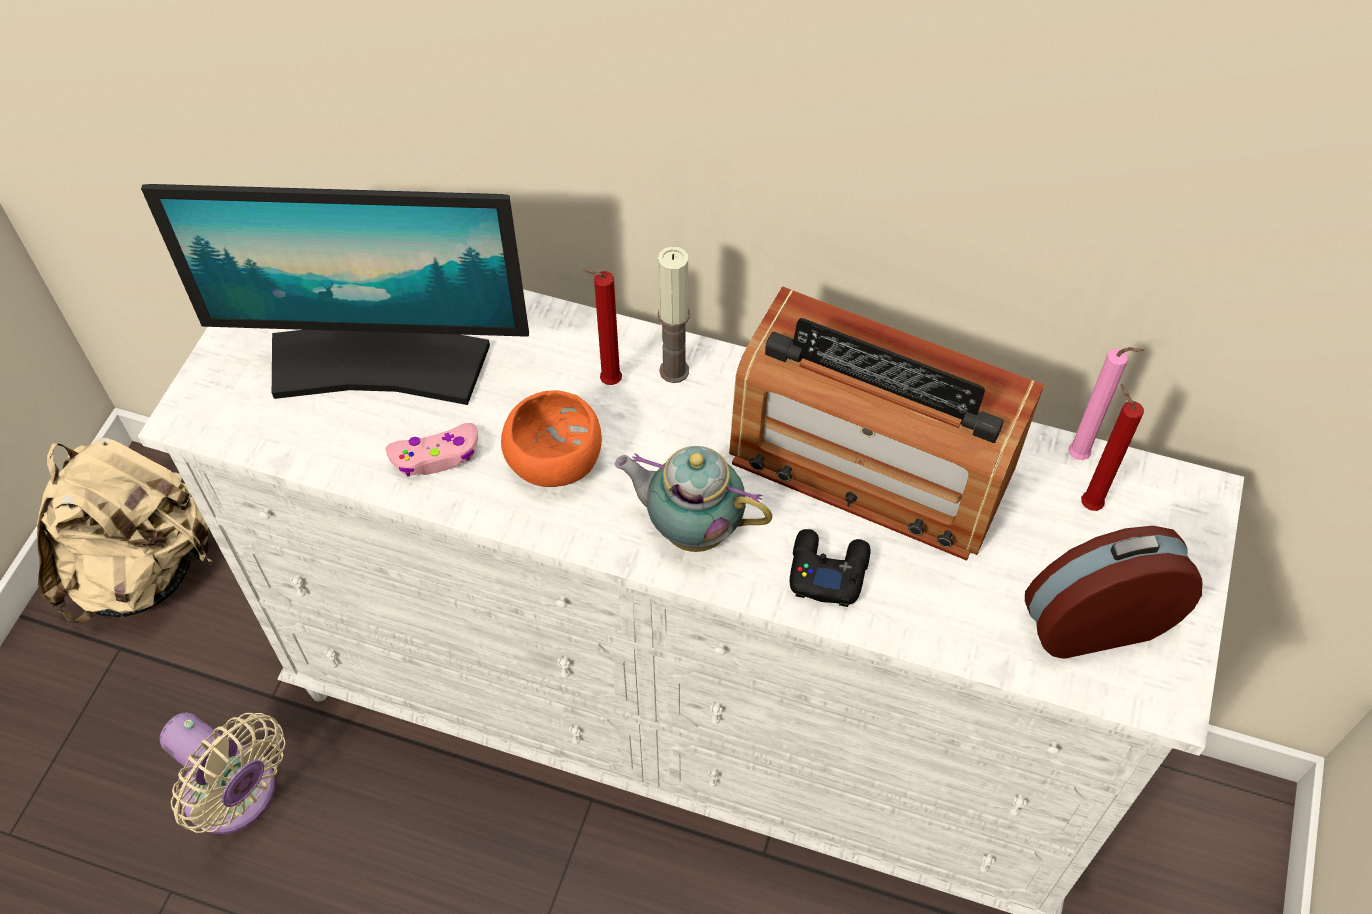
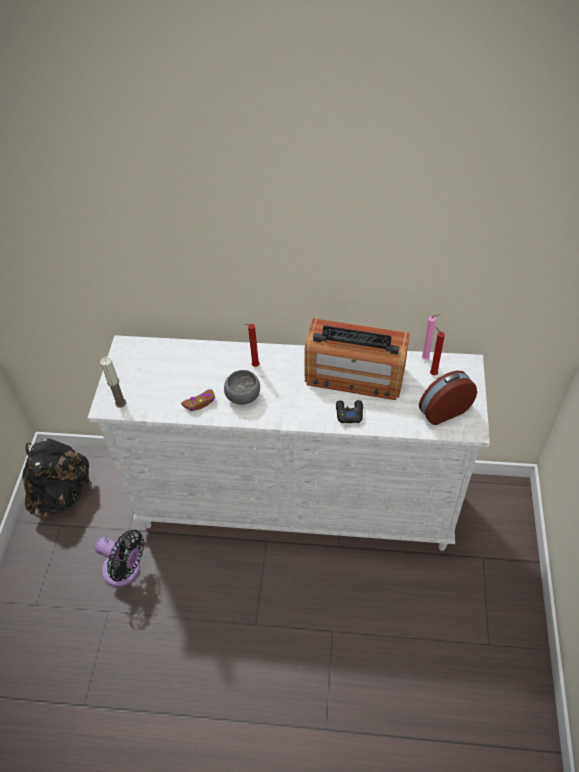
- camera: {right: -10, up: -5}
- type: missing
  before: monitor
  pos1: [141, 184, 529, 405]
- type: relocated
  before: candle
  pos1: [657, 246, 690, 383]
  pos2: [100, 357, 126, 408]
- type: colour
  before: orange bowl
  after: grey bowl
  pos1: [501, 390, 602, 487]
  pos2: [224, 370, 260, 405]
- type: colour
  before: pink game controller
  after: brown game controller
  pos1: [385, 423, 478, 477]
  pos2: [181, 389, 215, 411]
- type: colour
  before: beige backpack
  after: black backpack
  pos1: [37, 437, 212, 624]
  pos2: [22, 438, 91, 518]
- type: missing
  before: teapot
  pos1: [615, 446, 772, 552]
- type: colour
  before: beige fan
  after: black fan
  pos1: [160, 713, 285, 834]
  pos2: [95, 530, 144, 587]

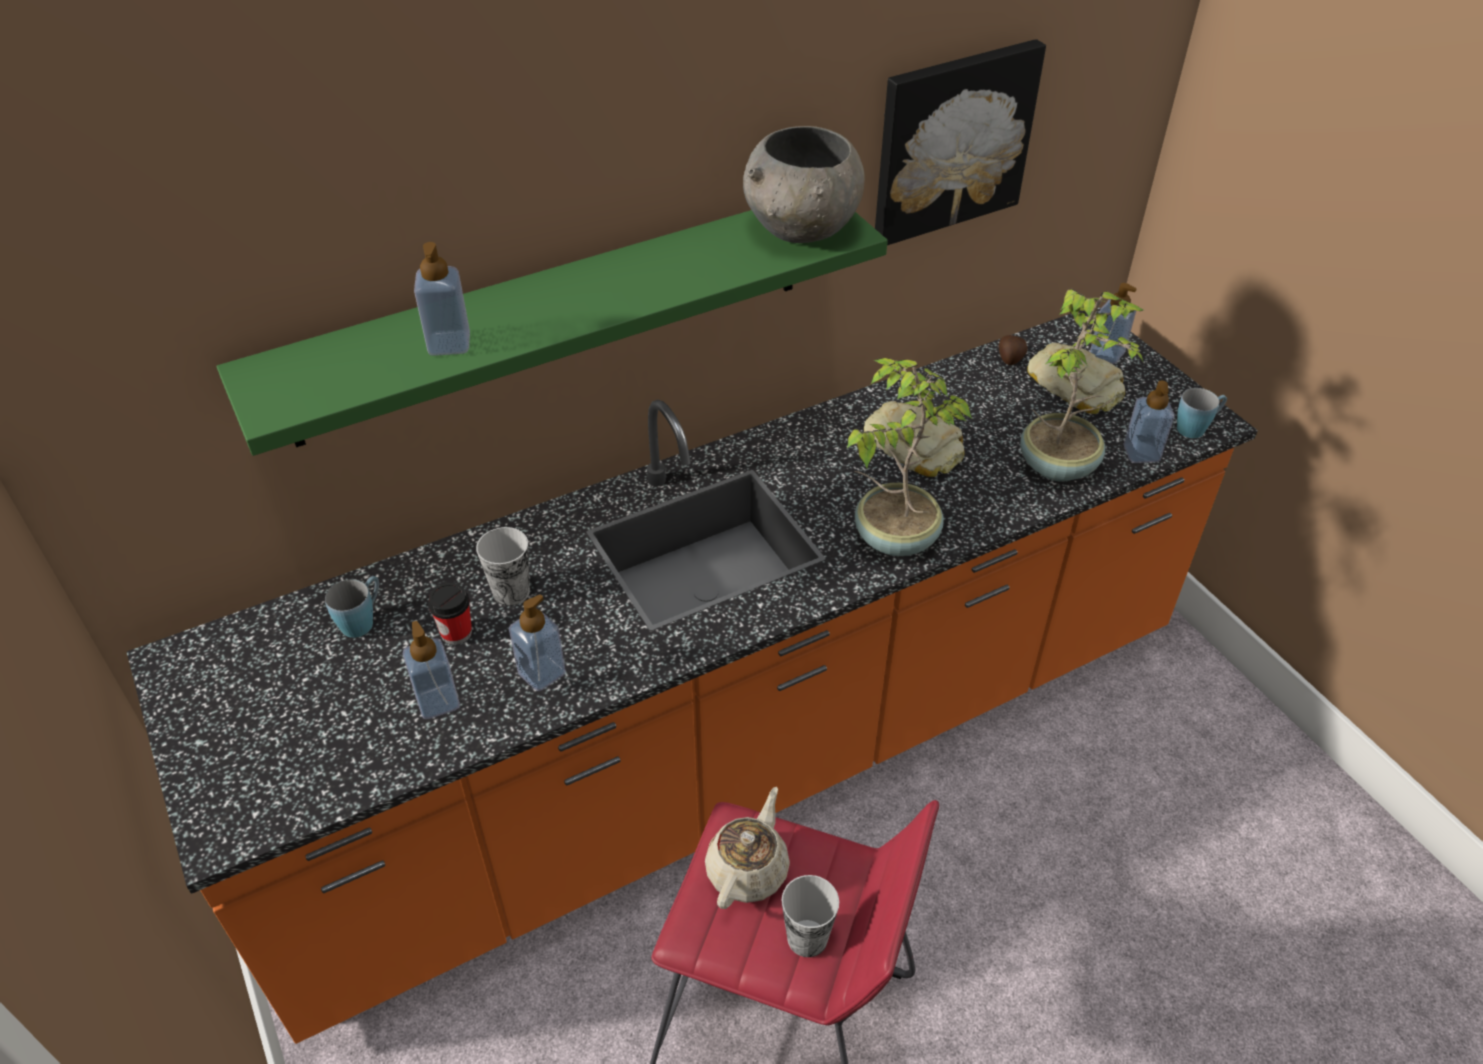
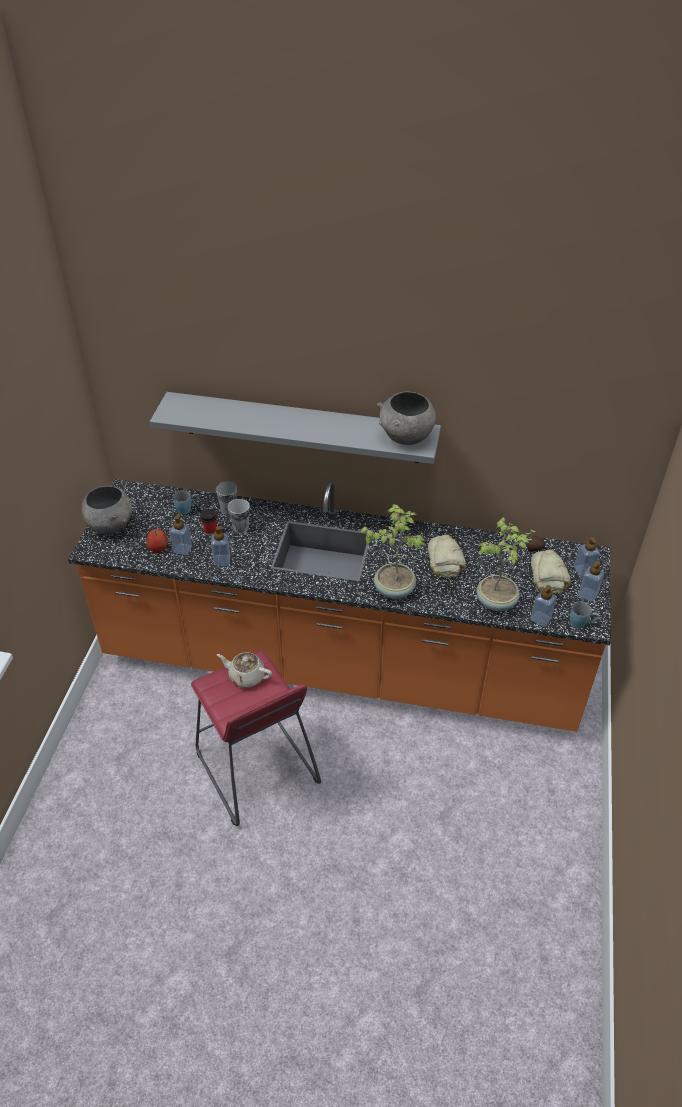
- camera: {right: 40, up: 0}
- type: missing
  before: picture
  pos1: [875, 39, 1046, 245]
- type: colour
  before: green shelf
  after: grey shelf
  pos1: [217, 210, 888, 456]
  pos2: [150, 392, 441, 464]
- type: relocated
  before: soap dispenser
  pos1: [414, 242, 470, 356]
  pos2: [578, 561, 604, 602]
- type: spun
  before: beige teapot
  pos1: [705, 787, 790, 909]
  pos2: [217, 652, 272, 688]
  turn: -135
- type: relocated
  before: cup
  pos1: [782, 875, 839, 957]
  pos2: [216, 481, 237, 515]
- type: appeared
  after: grey bowl
  pos2: [82, 486, 132, 535]
- type: appeared
  after: apple
  pos2: [147, 529, 168, 553]

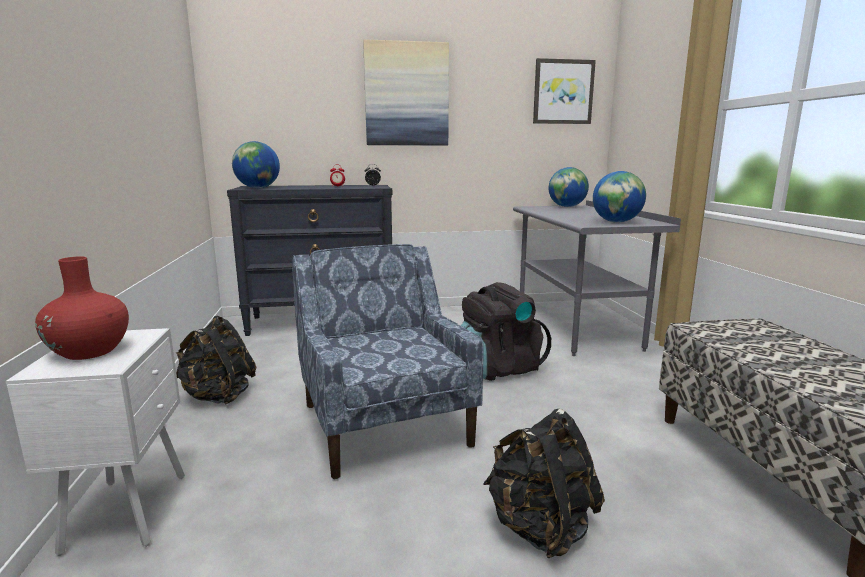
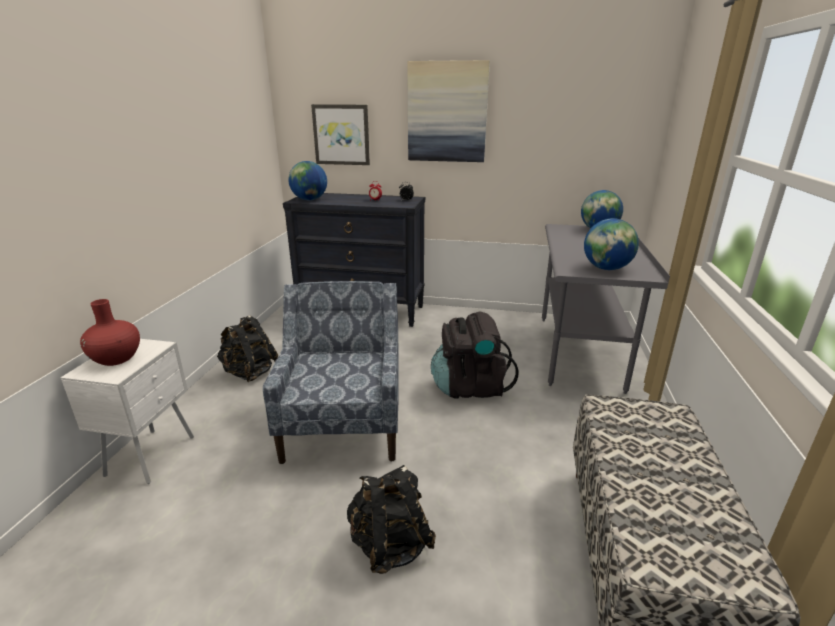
- camera: {right: 20, up: 10}
- type: relocated
  before: picture
  pos1: [533, 58, 596, 124]
  pos2: [311, 104, 370, 165]

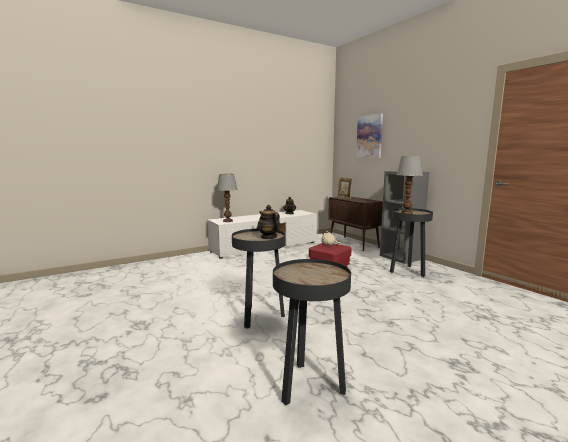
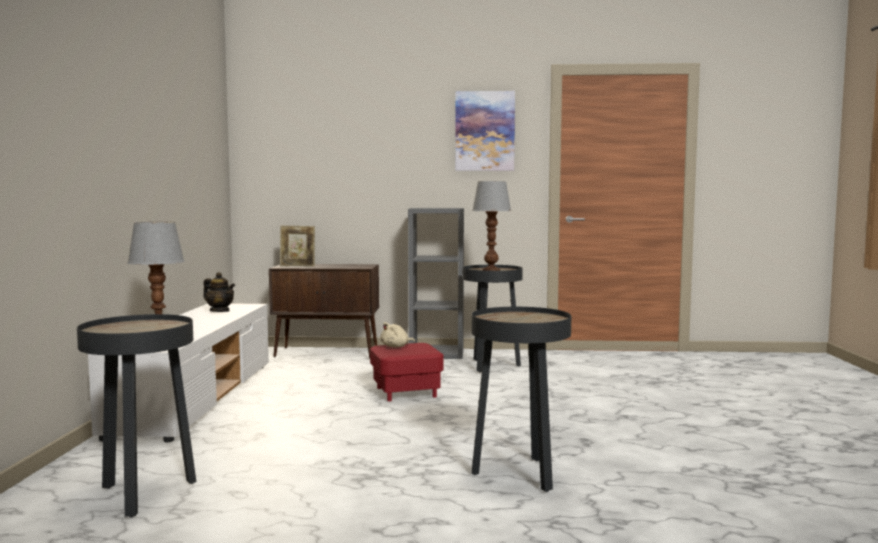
- camera: {right: -55, up: -5}
- type: relocated
  before: picture
  pos1: [356, 113, 383, 158]
  pos2: [455, 91, 515, 171]
- type: missing
  before: teapot
  pos1: [257, 205, 280, 239]
- type: relocated
  before: black side table
  pos1: [273, 259, 351, 406]
  pos2: [77, 314, 196, 517]

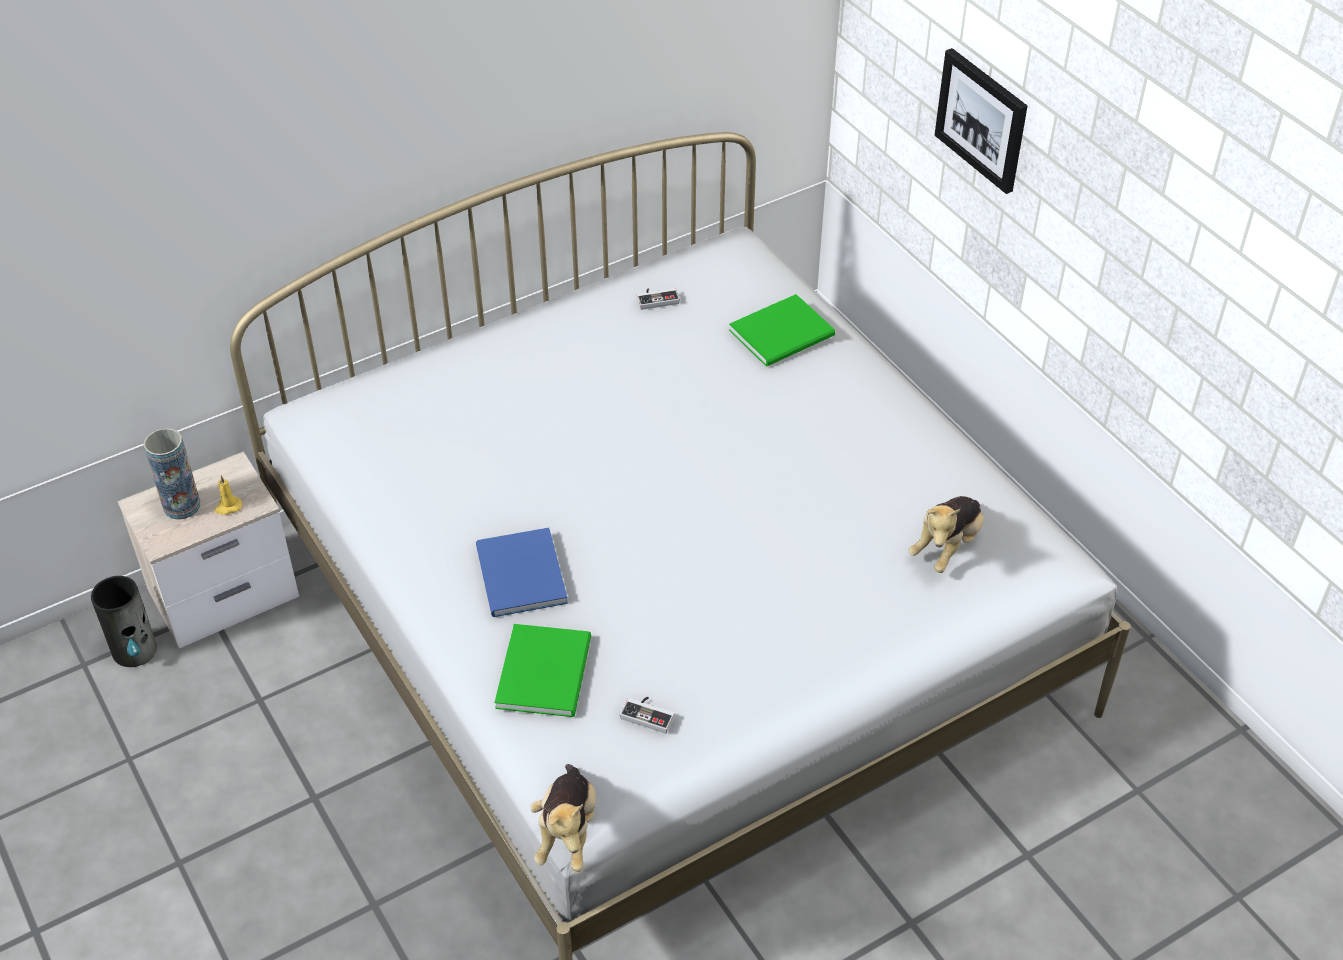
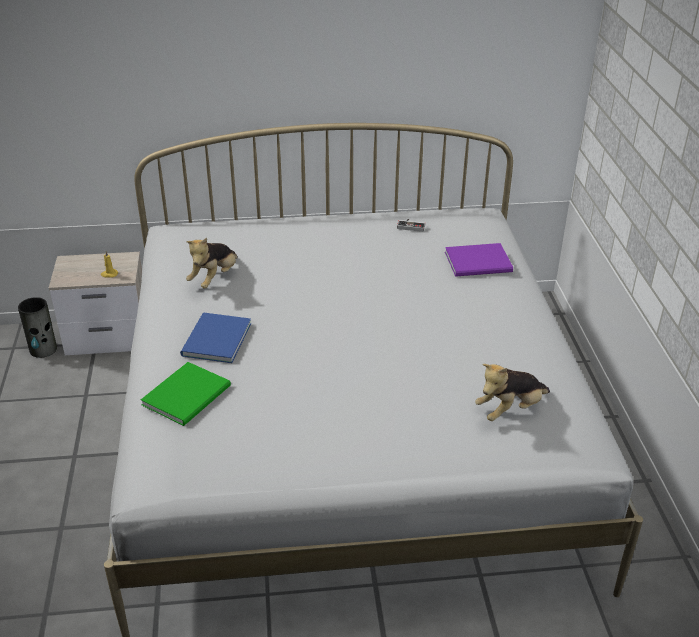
- camera: {right: 25, up: -10}
- type: missing
  before: picture
  pos1: [935, 48, 1027, 194]
- type: colour
  before: green book
  after: purple book
  pos1: [729, 294, 835, 367]
  pos2: [445, 243, 513, 277]
- type: missing
  before: vase
  pos1: [144, 428, 200, 520]
- type: missing
  before: game controller
  pos1: [620, 696, 674, 733]
- type: relocated
  before: plush toy
  pos1: [530, 764, 596, 872]
  pos2: [186, 238, 238, 288]

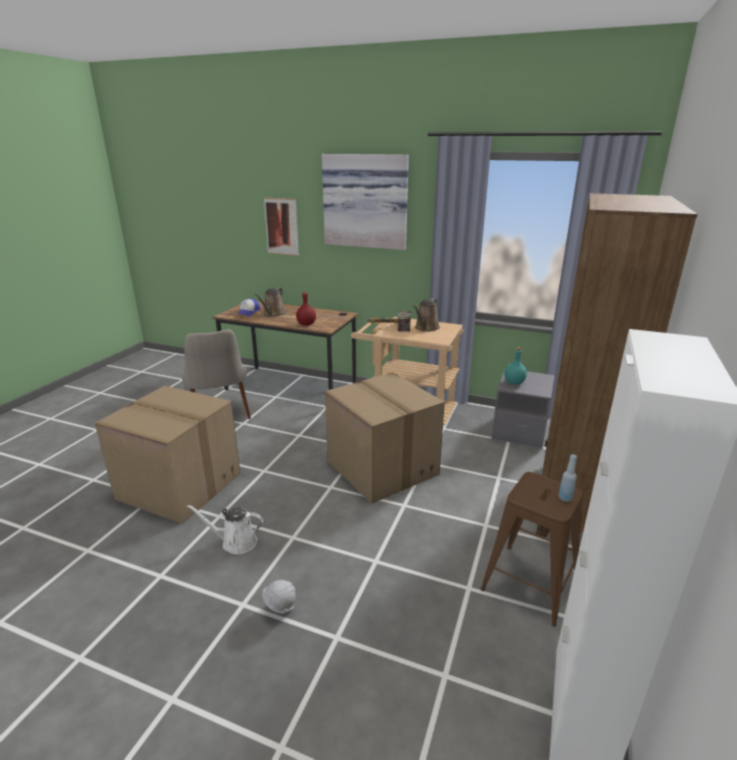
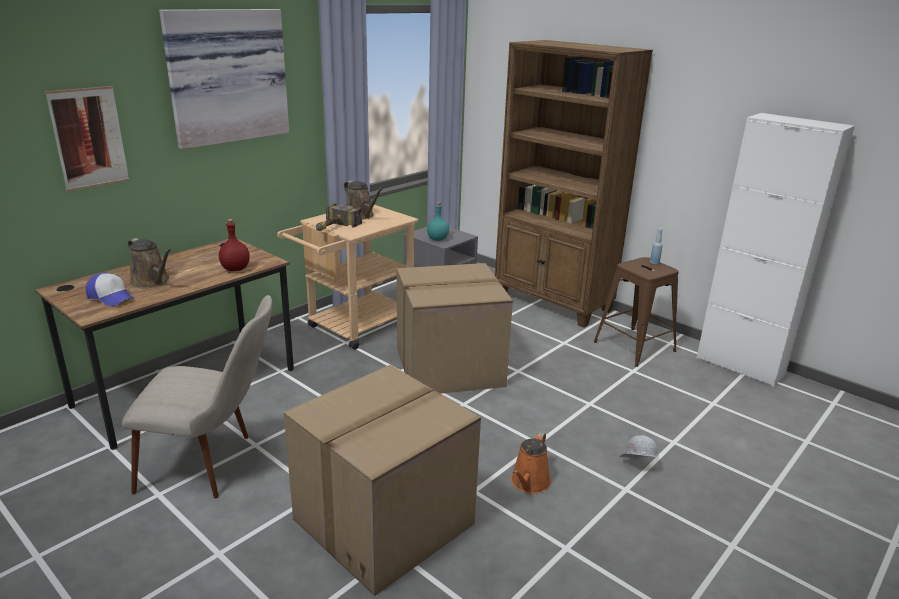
- camera: {right: -70, up: 0}
- type: colour
  before: white watering can
  after: orange watering can
  pos1: [186, 504, 263, 554]
  pos2: [511, 432, 551, 494]

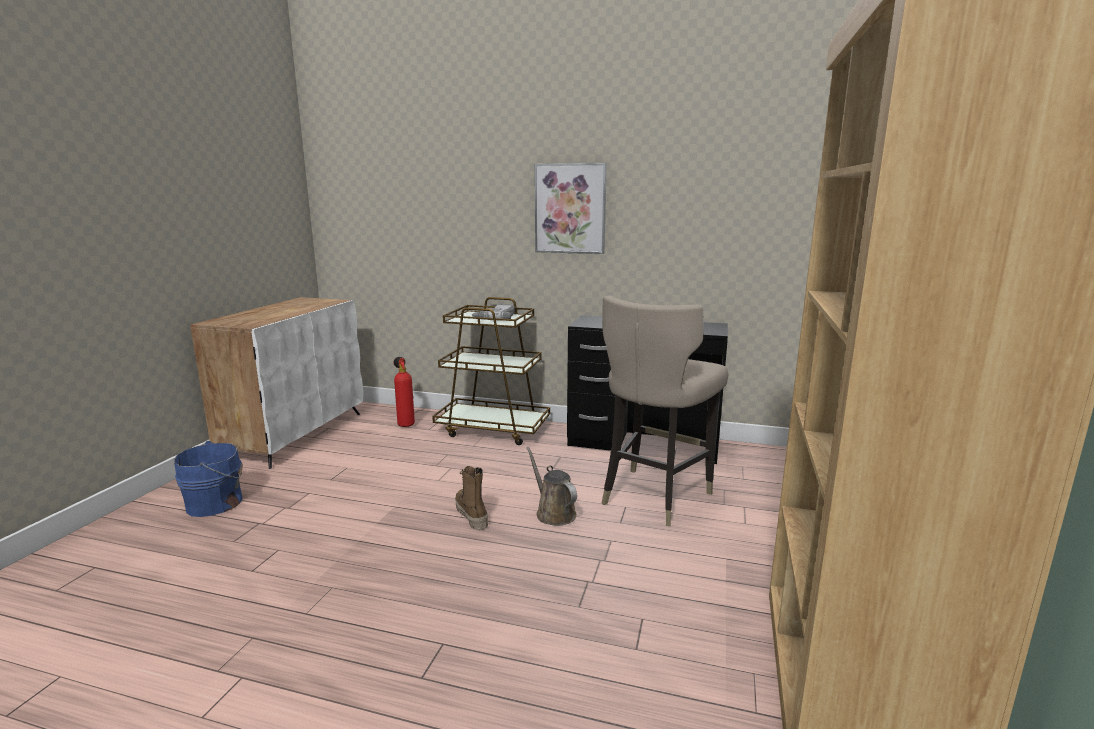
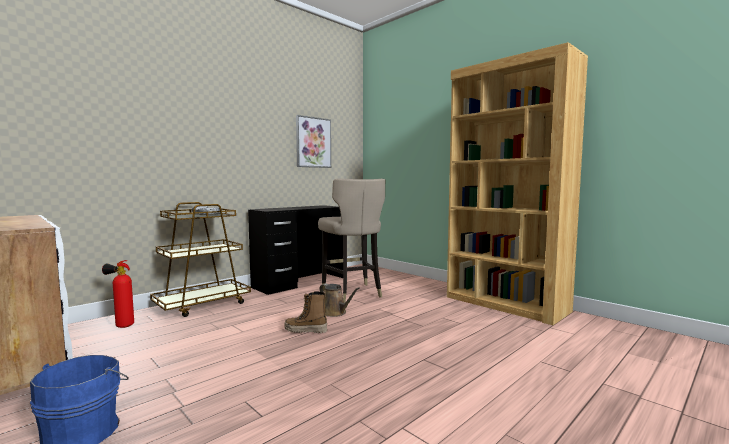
- camera: {right: -60, up: -10}
- type: relocated
  before: picture
  pos1: [535, 163, 607, 254]
  pos2: [296, 115, 331, 168]
- type: spun
  before: brown watering can
  pos1: [526, 447, 577, 525]
  pos2: [319, 284, 360, 317]
  turn: -135

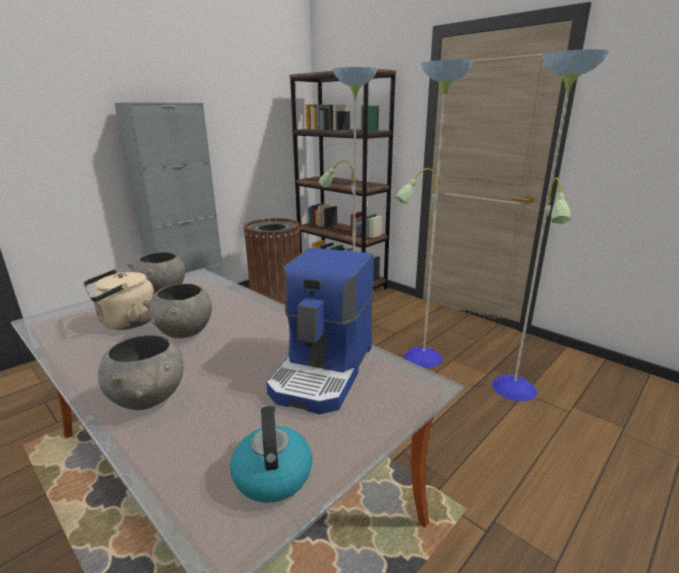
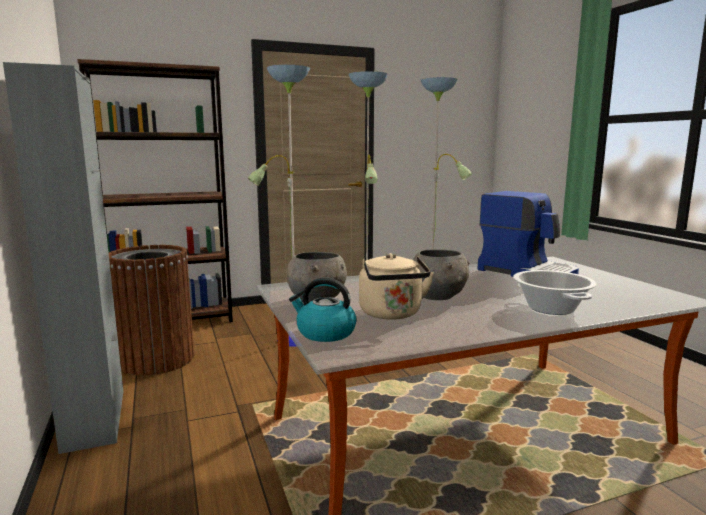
- camera: {right: -65, up: -10}
- type: exchanged
  before: grey bowl
  after: cooking pot
  pos1: [98, 335, 184, 410]
  pos2: [513, 270, 597, 315]
- type: relocated
  before: kettle
  pos1: [230, 406, 312, 503]
  pos2: [289, 278, 357, 342]

